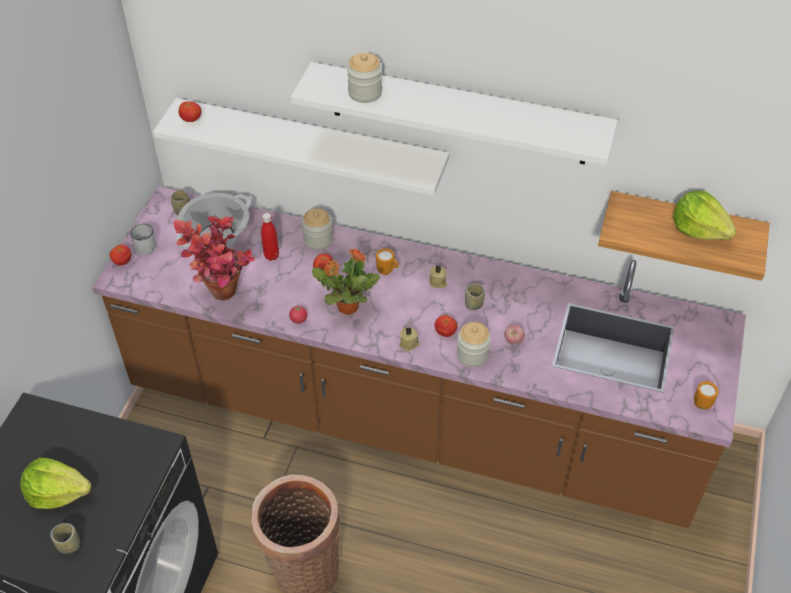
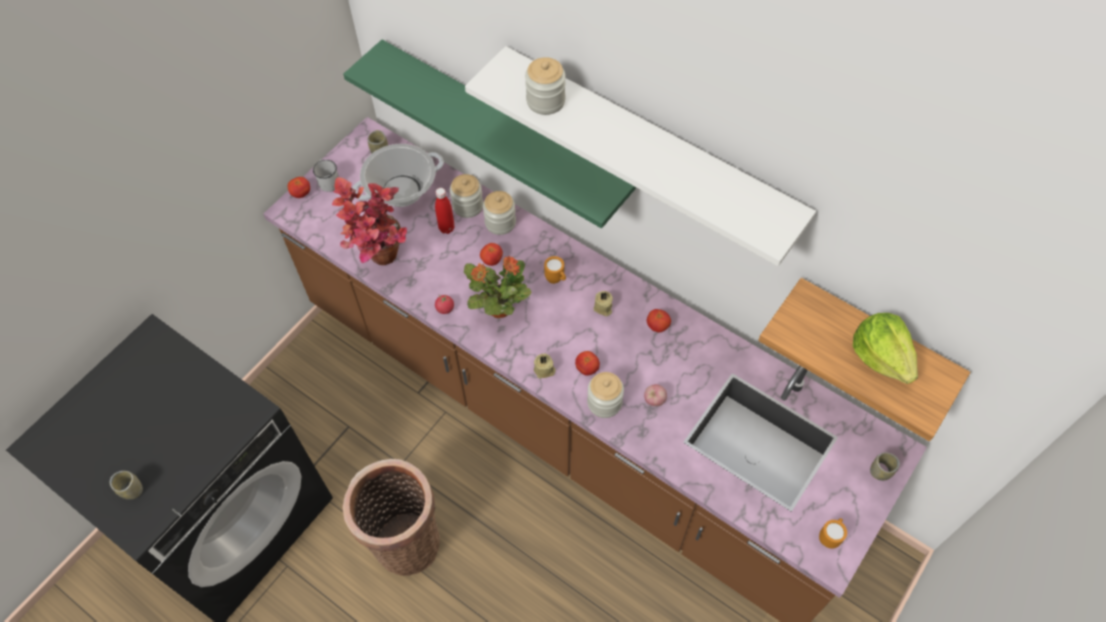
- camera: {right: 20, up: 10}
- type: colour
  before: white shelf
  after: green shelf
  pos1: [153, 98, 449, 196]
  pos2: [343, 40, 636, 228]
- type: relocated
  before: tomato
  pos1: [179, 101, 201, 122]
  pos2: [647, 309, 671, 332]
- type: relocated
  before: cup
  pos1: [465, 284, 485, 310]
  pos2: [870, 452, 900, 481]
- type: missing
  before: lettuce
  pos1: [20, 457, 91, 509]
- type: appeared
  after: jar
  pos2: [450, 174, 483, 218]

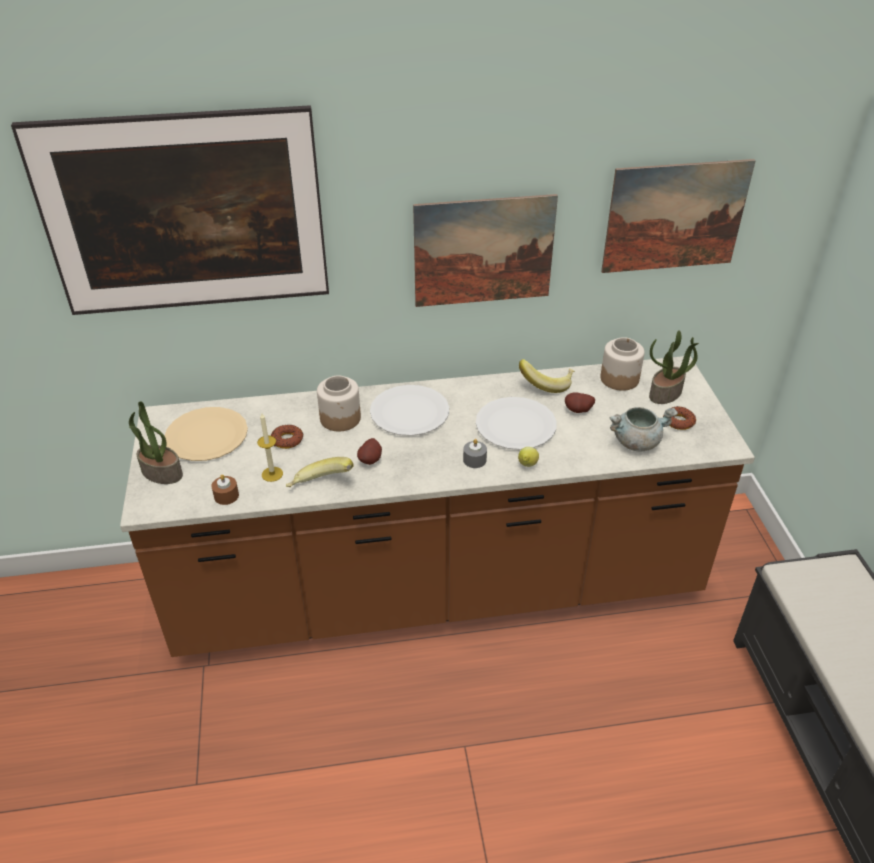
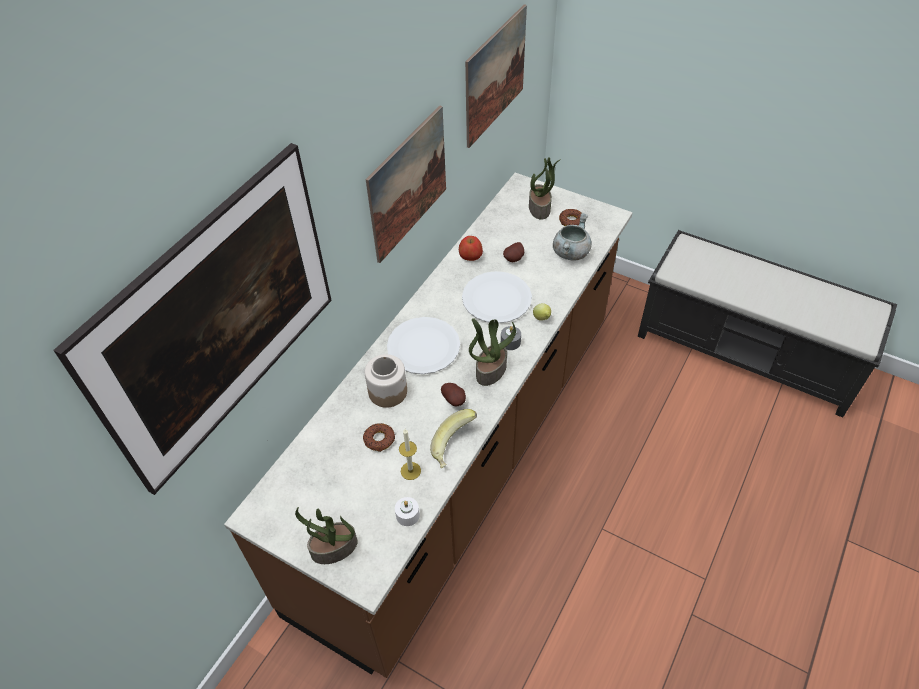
- camera: {right: -50, up: 10}
- type: missing
  before: jar
  pos1: [600, 337, 645, 391]
- type: exchanged
  before: banana
  after: apple
  pos1: [519, 359, 574, 393]
  pos2: [459, 236, 483, 261]
- type: missing
  before: beige plate
  pos1: [165, 407, 248, 461]
- type: colour
  before: brown candle
  after: white candle
  pos1: [211, 474, 239, 505]
  pos2: [395, 497, 420, 526]
- type: appeared
  after: potted plant
  pos2: [469, 318, 516, 386]

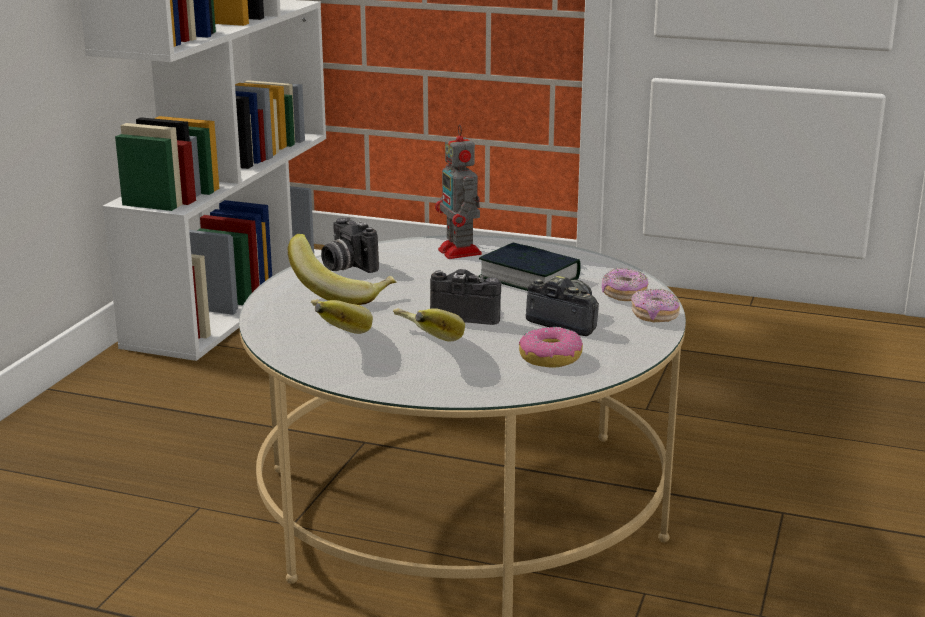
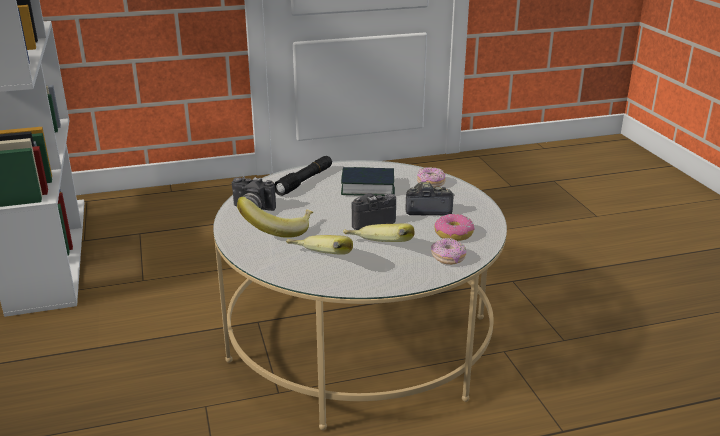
- camera: {right: -35, up: 5}
- type: exchanged
  before: toy robot
  after: black flashlight
  pos1: [435, 124, 482, 259]
  pos2: [274, 156, 332, 196]
- type: relocated
  before: donut
  pos1: [631, 289, 680, 322]
  pos2: [431, 238, 467, 265]

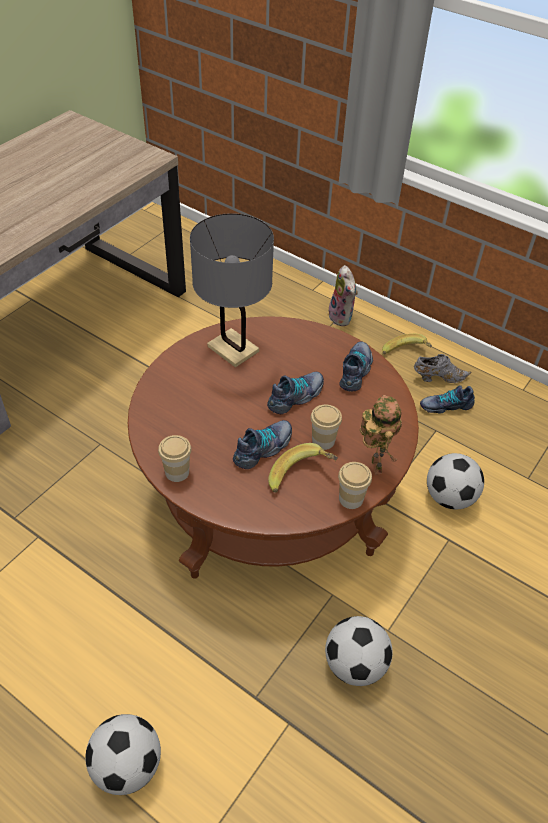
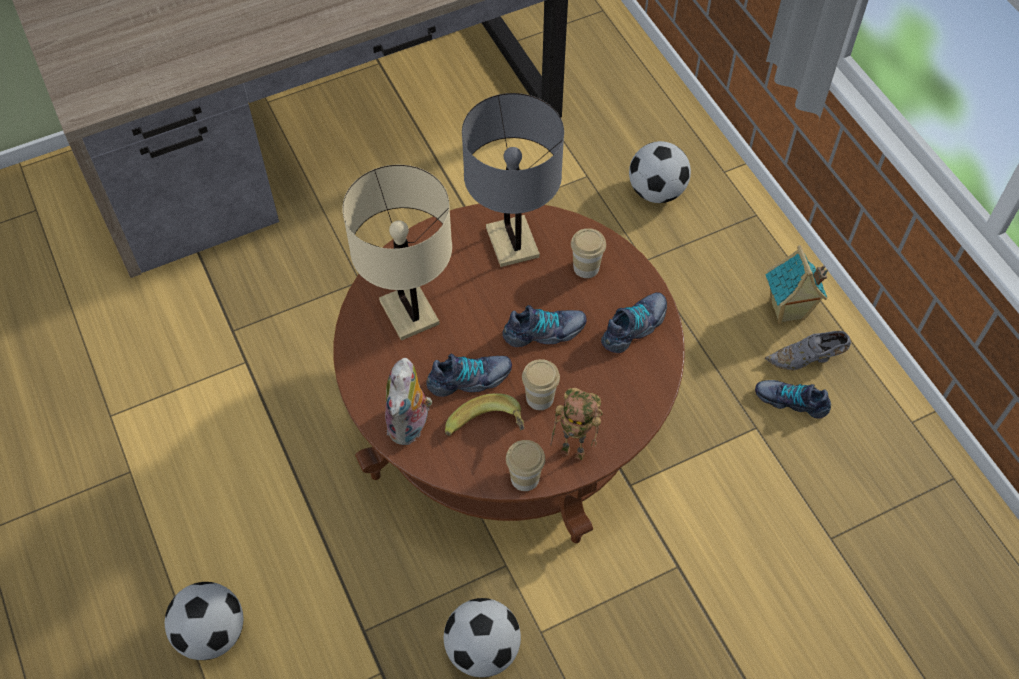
- camera: {right: 30, up: 10}
- type: relocated
  before: plush toy
  pos1: [329, 265, 358, 326]
  pos2: [385, 358, 432, 445]
- type: exchanged
  before: banana
  after: toy house
  pos1: [382, 334, 432, 354]
  pos2: [765, 245, 828, 324]
- type: spun
  before: grey shoe
  pos1: [414, 354, 472, 383]
  pos2: [765, 331, 851, 370]
  turn: 150
- type: spun
  before: toy robot
  pos1: [360, 395, 402, 475]
  pos2: [550, 388, 603, 460]
  turn: 90
- type: relocated
  before: cup
  pos1: [158, 435, 191, 482]
  pos2: [571, 228, 606, 278]
- type: relocated
  before: football
  pos1: [427, 453, 484, 509]
  pos2: [629, 141, 691, 203]
- type: appeared
  after: beige table lamp
  pos2: [342, 165, 452, 340]

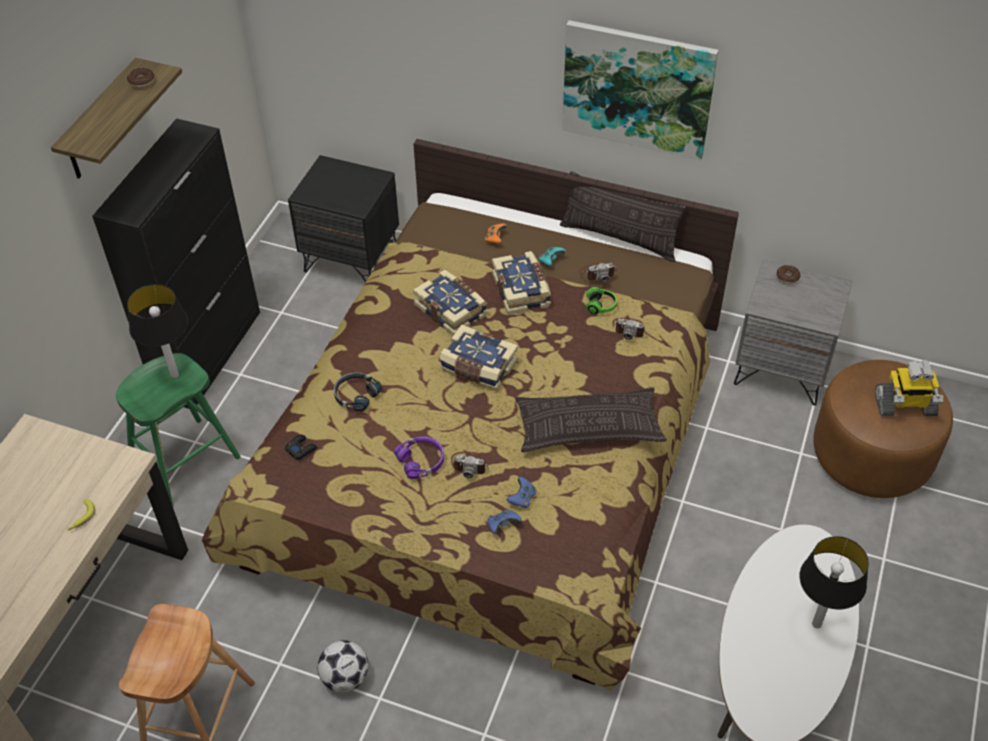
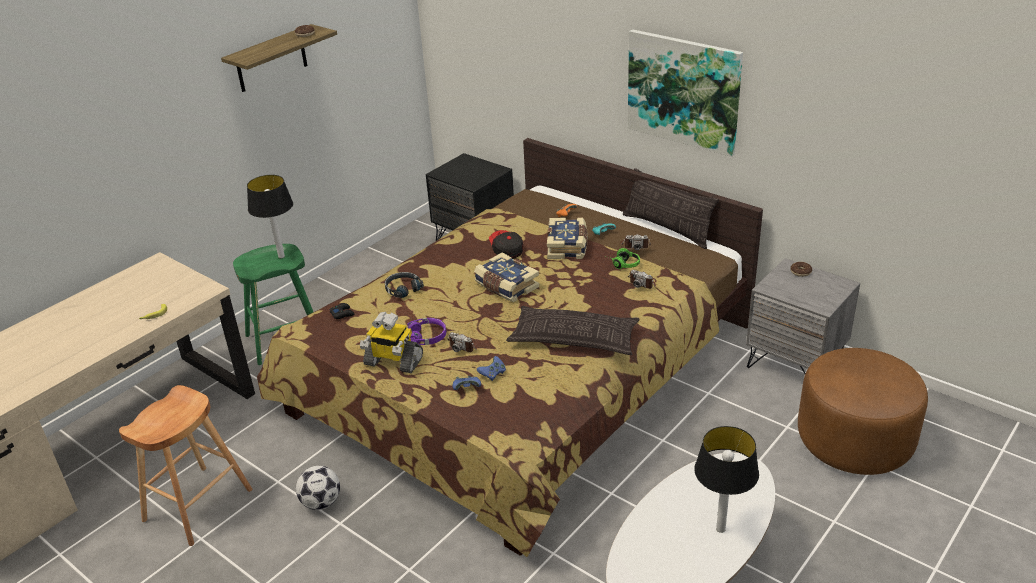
- camera: {right: 20, up: -15}
- type: missing
  before: black cabinet
  pos1: [92, 118, 260, 409]
- type: exchanged
  before: book
  after: cap
  pos1: [413, 269, 488, 336]
  pos2: [489, 230, 523, 259]
- type: relocated
  before: toy robot
  pos1: [875, 361, 943, 416]
  pos2: [360, 312, 423, 373]

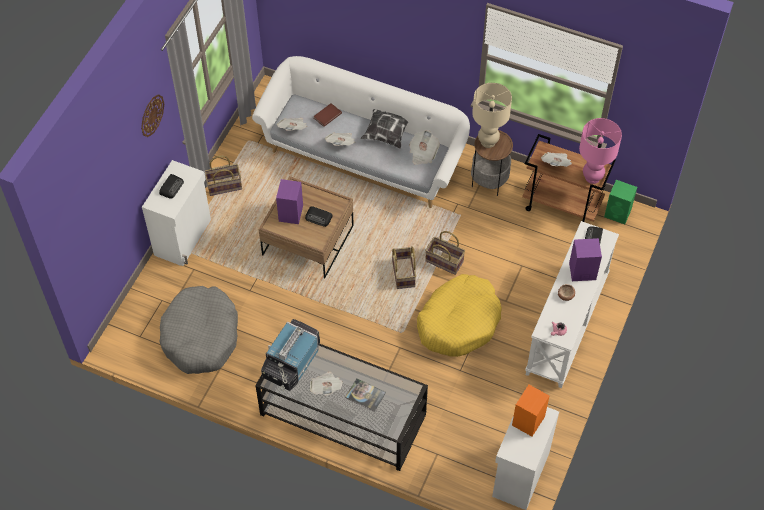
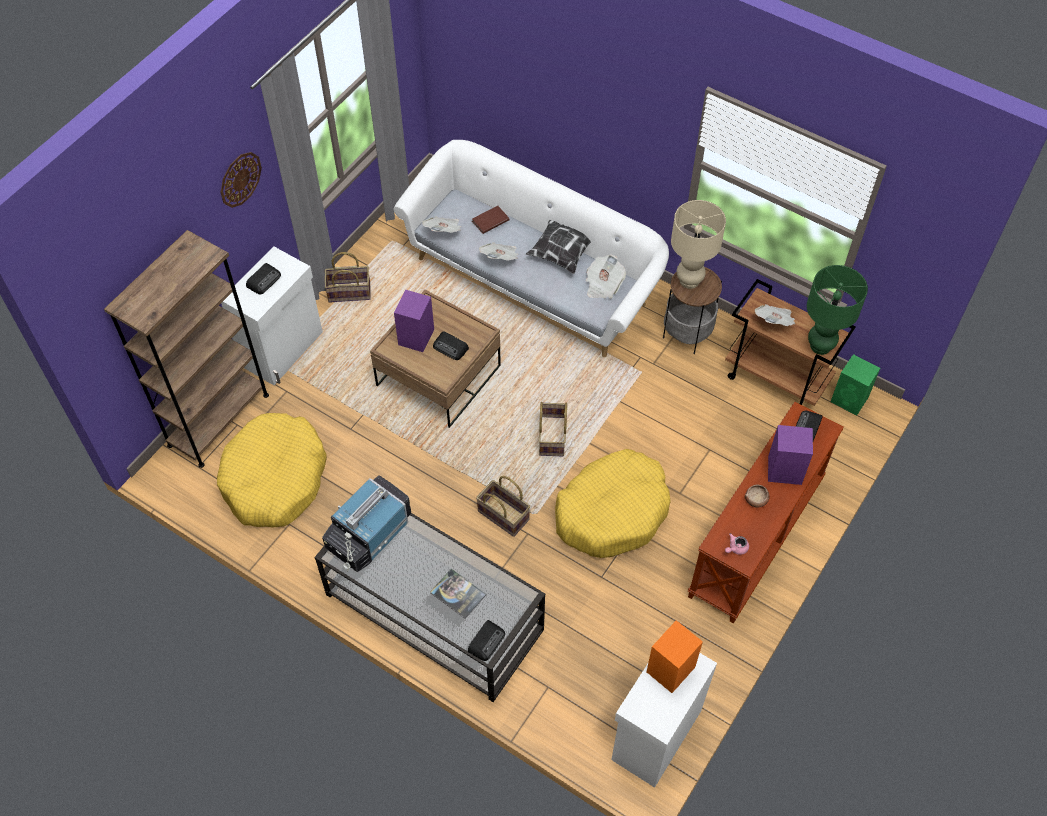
- camera: {right: 10, up: 0}
- type: colour
  before: pink table lamp
  after: green table lamp
  pos1: [579, 118, 622, 184]
  pos2: [807, 265, 868, 355]
- type: colour
  before: white console table
  after: brown console table
  pos1: [525, 221, 619, 388]
  pos2: [688, 402, 844, 624]
- type: relocated
  before: basket
  pos1: [425, 231, 465, 275]
  pos2: [476, 476, 530, 537]
- type: colour
  before: grey dog bed
  after: yellow dog bed
  pos1: [160, 286, 238, 374]
  pos2: [217, 413, 327, 528]
- type: missing
  before: newspaper
  pos1: [310, 372, 343, 396]
- type: appeared
  after: brown bookcase
  pos2: [104, 230, 269, 468]
- type: appeared
  after: radio
  pos2: [468, 620, 505, 661]

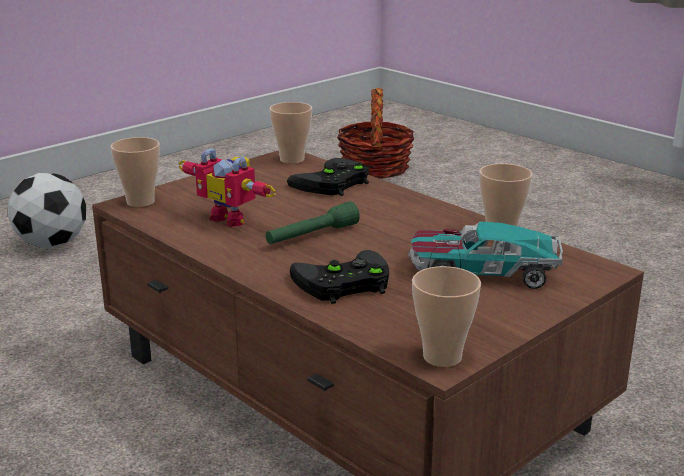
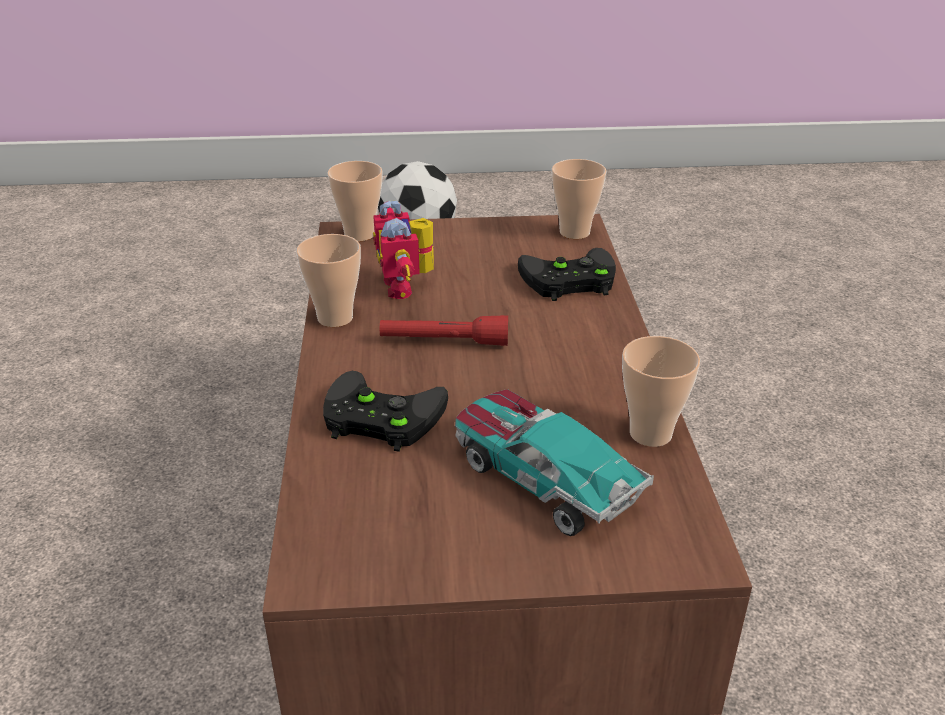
- camera: {right: 40, up: 10}
- type: missing
  before: basket
  pos1: [337, 88, 415, 179]
- type: colour
  before: green flashlight
  after: red flashlight
  pos1: [266, 201, 360, 244]
  pos2: [380, 315, 508, 346]
- type: relocated
  before: cup
  pos1: [412, 266, 481, 367]
  pos2: [296, 234, 361, 327]

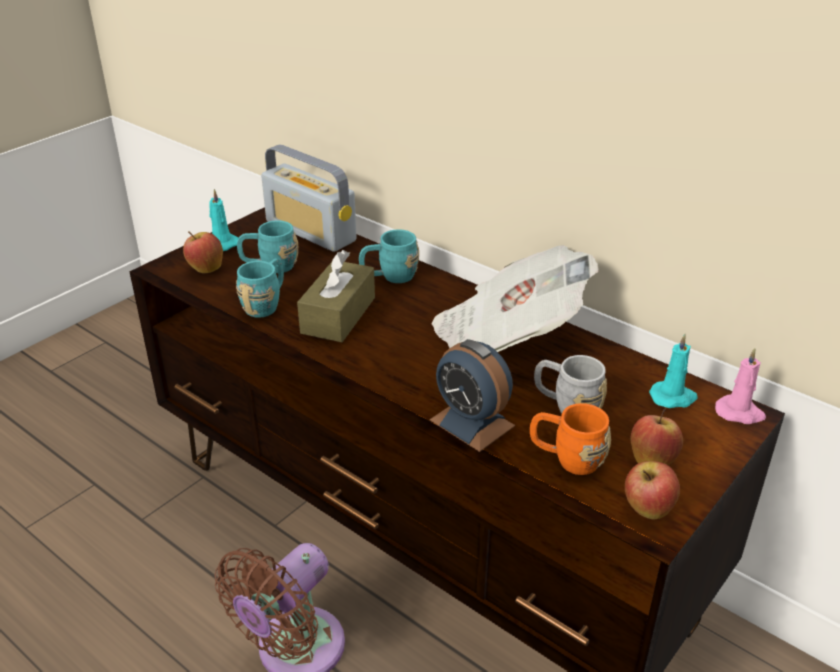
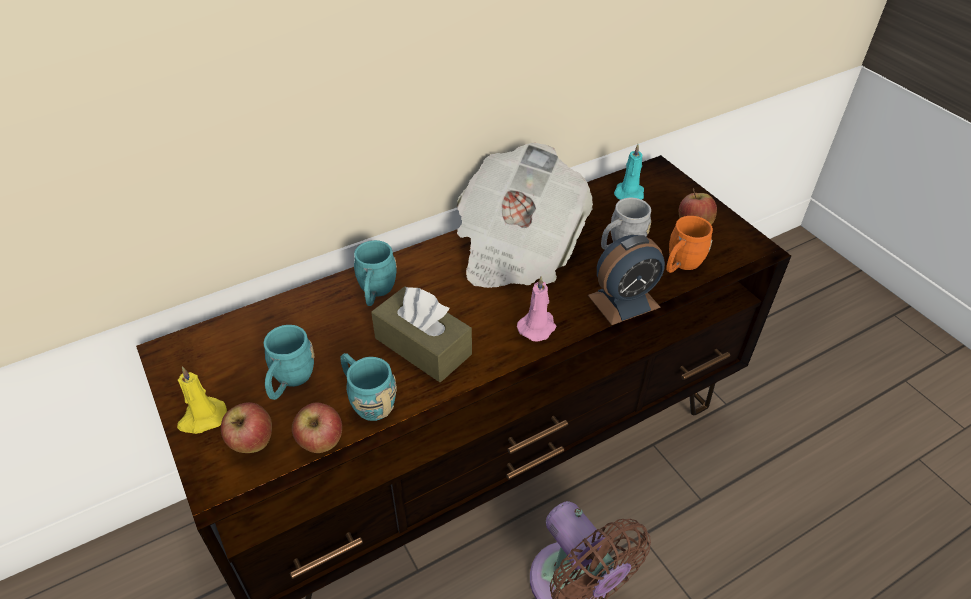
- camera: {right: -70, up: 10}
- type: missing
  before: radio
  pos1: [261, 144, 357, 252]
- type: colour
  before: turquoise candle
  after: yellow candle
  pos1: [209, 189, 238, 251]
  pos2: [177, 366, 227, 434]
- type: relocated
  before: pink candle
  pos1: [715, 348, 766, 424]
  pos2: [517, 276, 556, 342]
- type: relocated
  before: apple
  pos1: [625, 461, 680, 519]
  pos2: [292, 402, 342, 453]

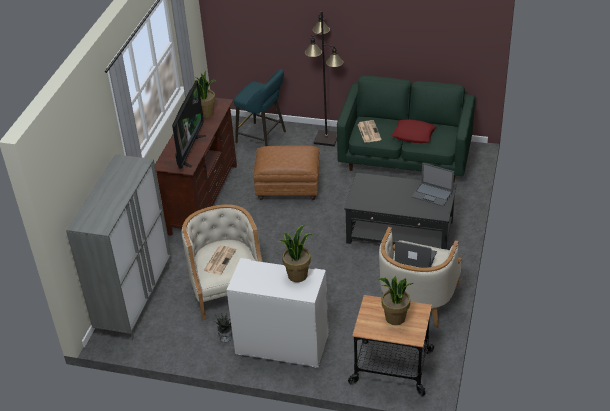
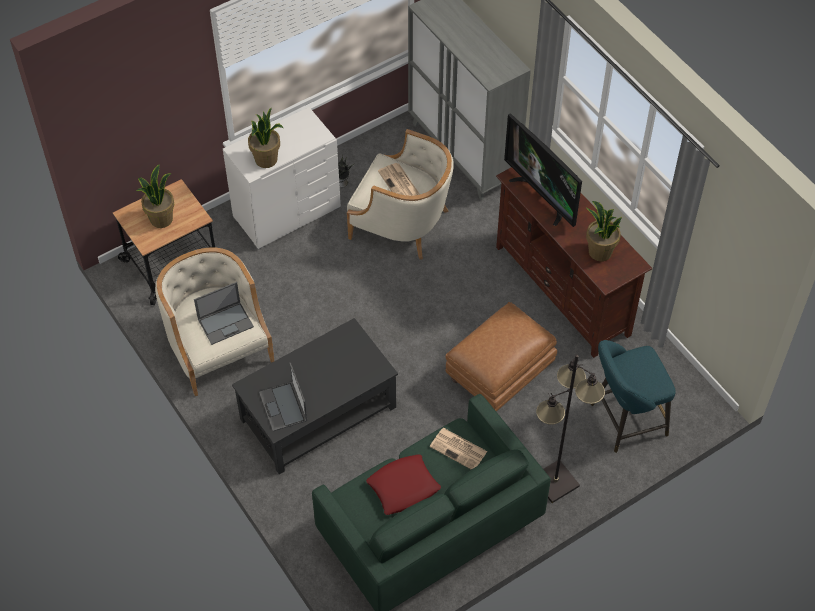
- camera: {right: 130, up: 15}
- type: spun
  before: laptop
  pos1: [412, 163, 454, 207]
  pos2: [259, 363, 307, 431]
  turn: -90

